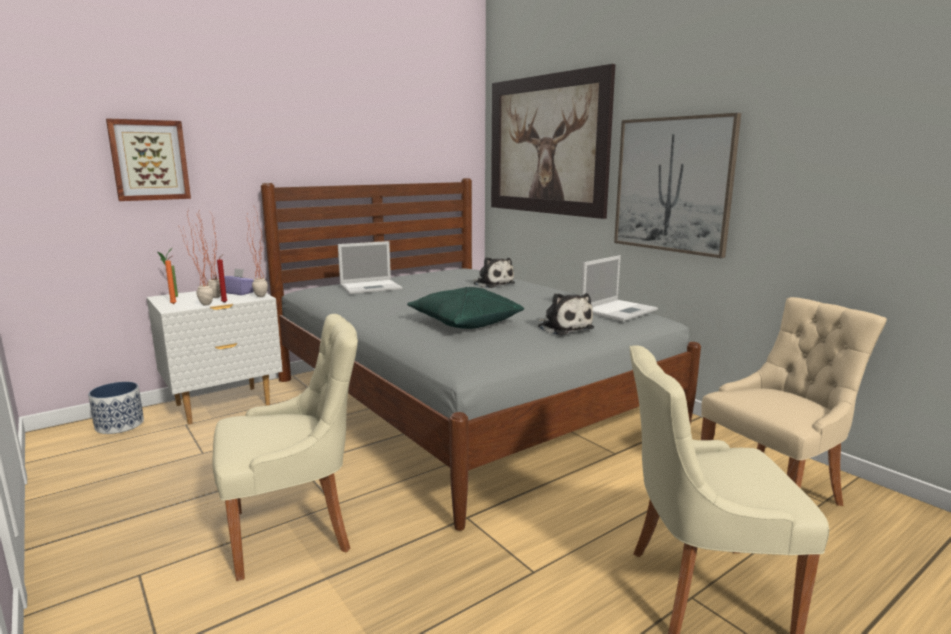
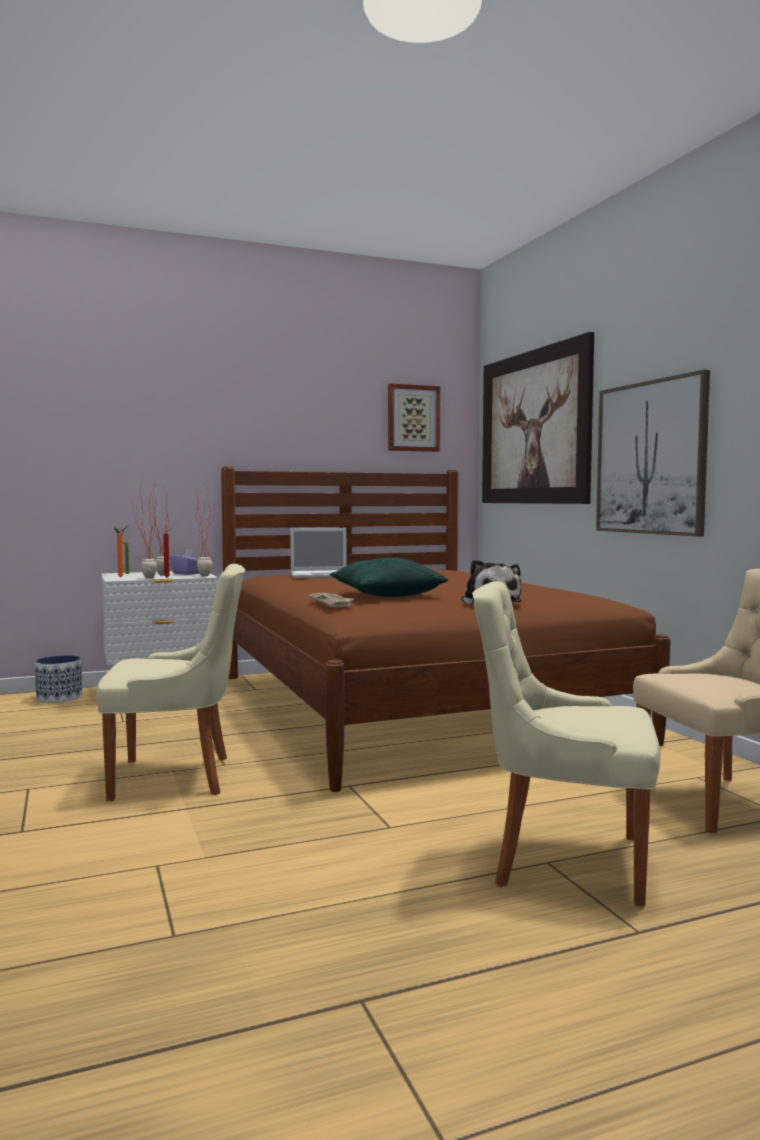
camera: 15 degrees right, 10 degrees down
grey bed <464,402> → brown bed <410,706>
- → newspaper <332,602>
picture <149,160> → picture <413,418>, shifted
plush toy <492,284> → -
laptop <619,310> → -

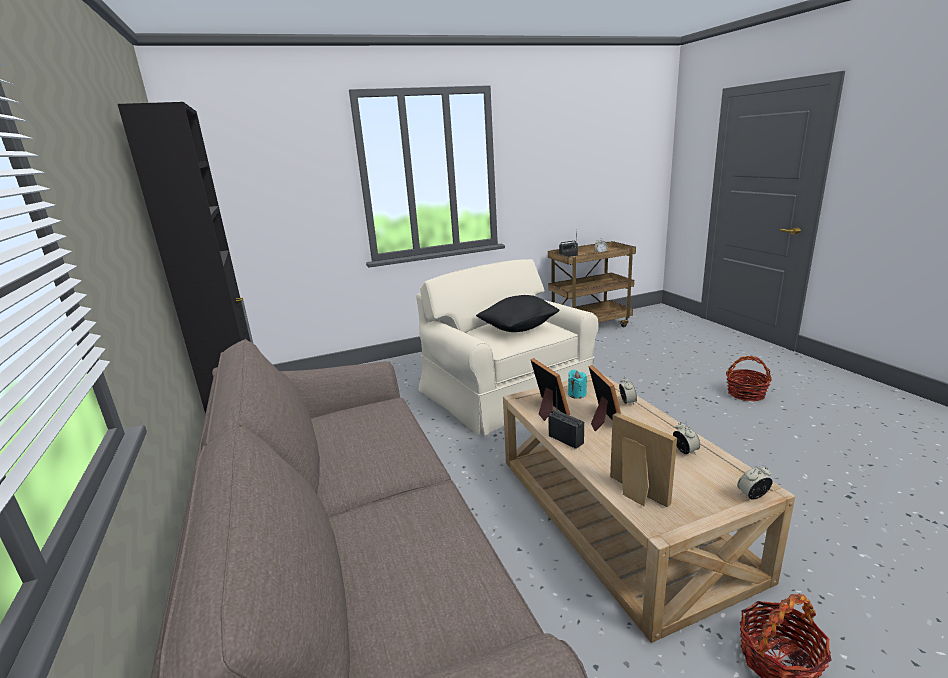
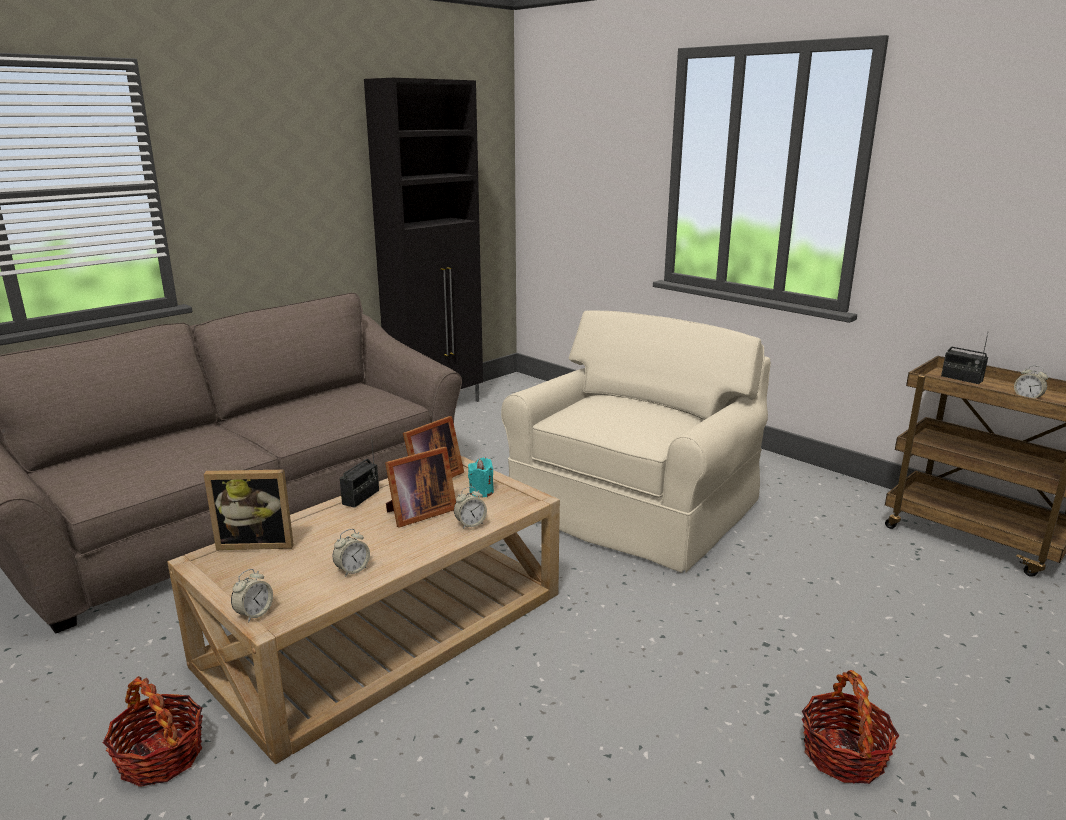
camera: 65 degrees right, 0 degrees up
picture frame <634,493> → picture frame <257,542>, 60 degrees clockwise
alarm clock <752,496> → alarm clock <254,614>, 75 degrees clockwise
black pillow <518,328> → -

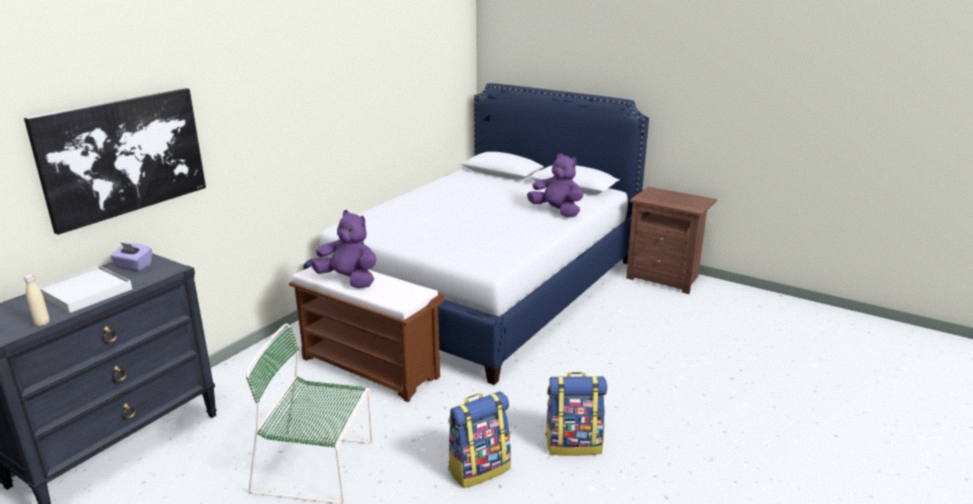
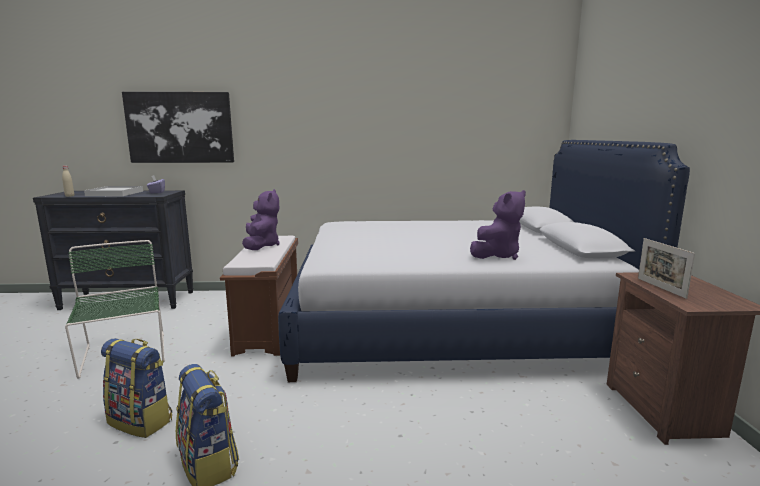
camera: 55 degrees right, 10 degrees down
purple plush toy <557,211> → purple plush toy <497,255>, 45 degrees clockwise
- → picture frame <660,288>

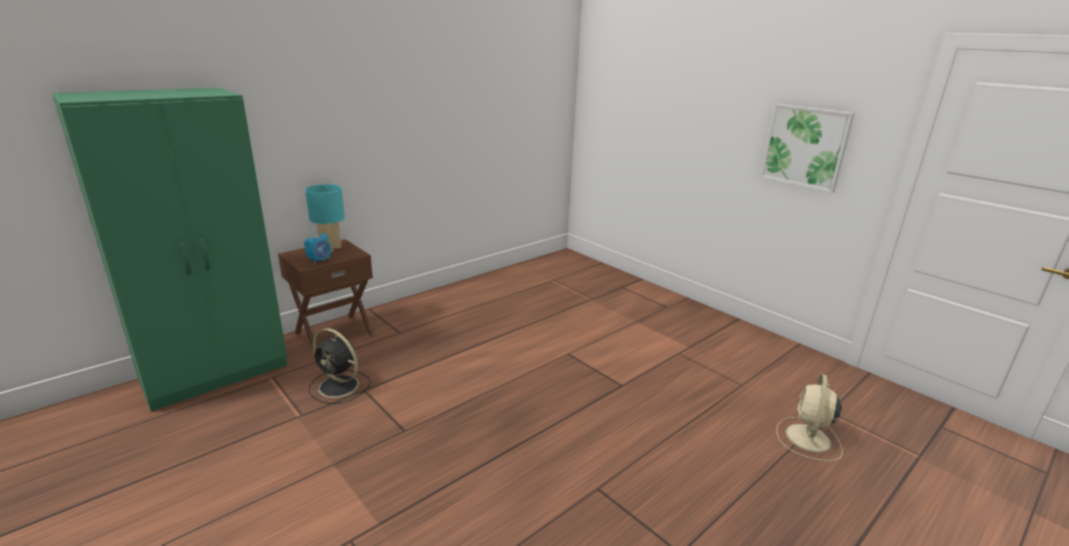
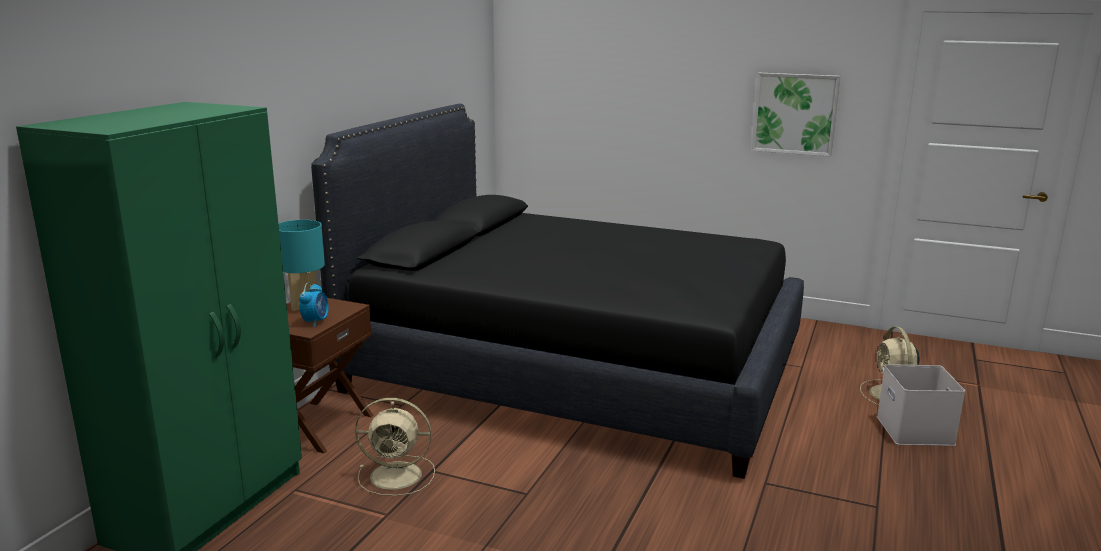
camera: 25 degrees left, 5 degrees down
- → black bed <575,369>
black fan <340,387> → beige fan <398,475>
- → white storage box <916,431>

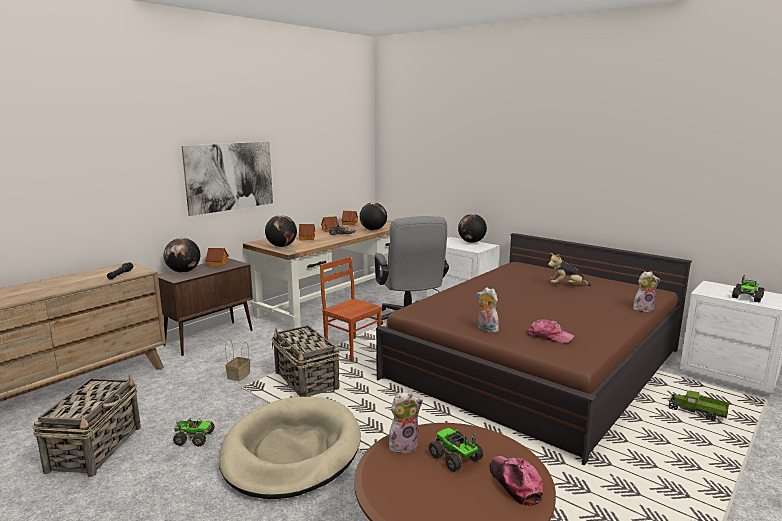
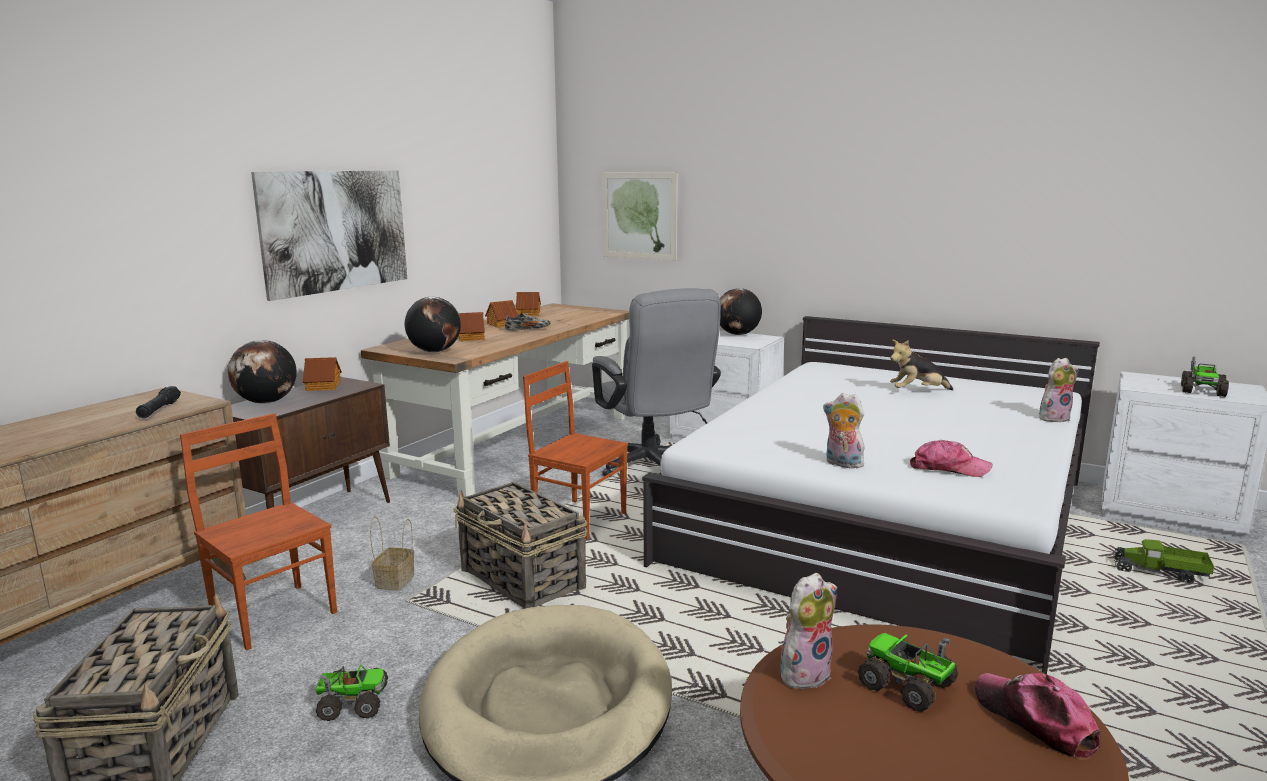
camera: 10 degrees left, 0 degrees up
- → brown chair <275,614>
- → picture <639,215>
brown bed <536,364> → white bed <886,519>
globe <373,230> → -

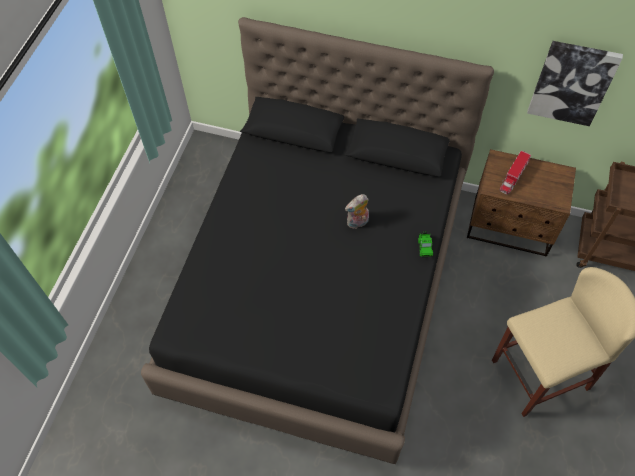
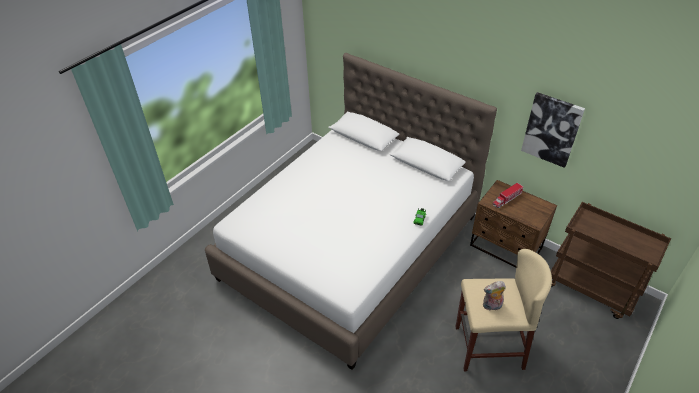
camera: 20 degrees right, 15 degrees down
black bed <319,287> → white bed <351,247>
plush toy <357,223> → plush toy <491,306>, shifted

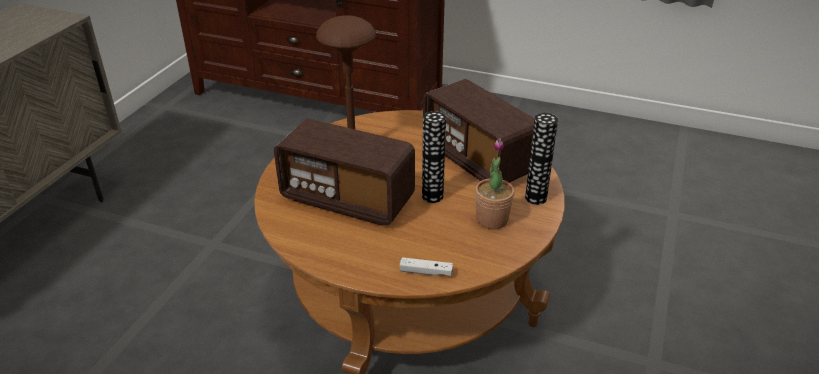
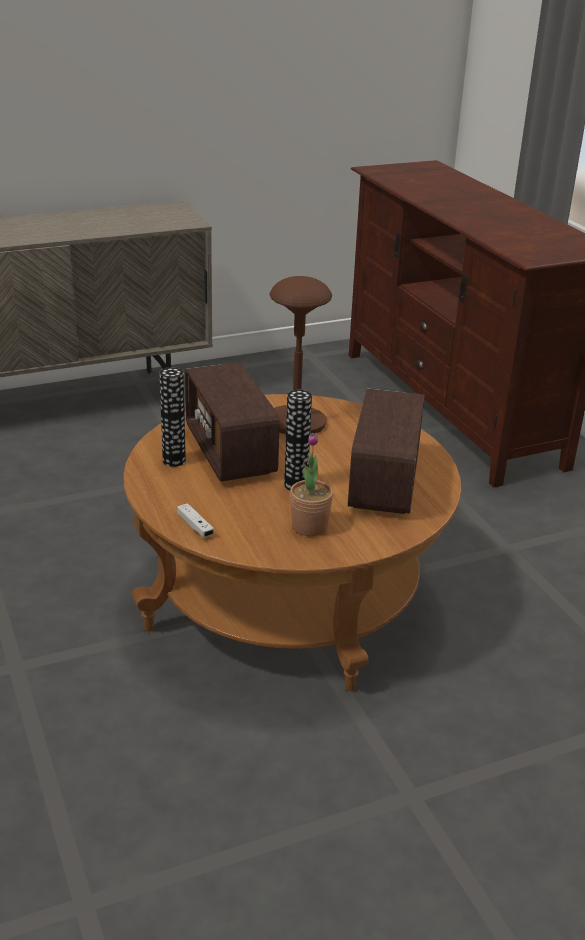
camera: 45 degrees right, 5 degrees down
vase <535,198> → vase <174,460>, shifted

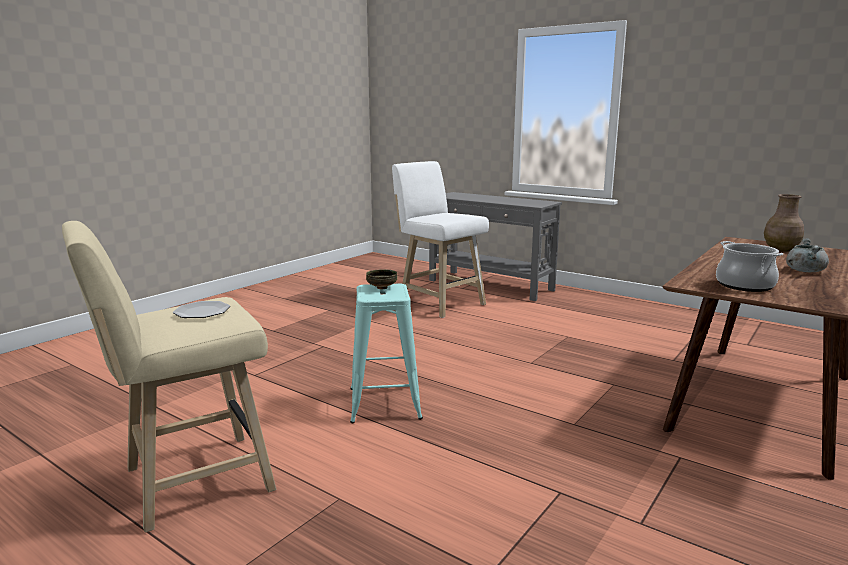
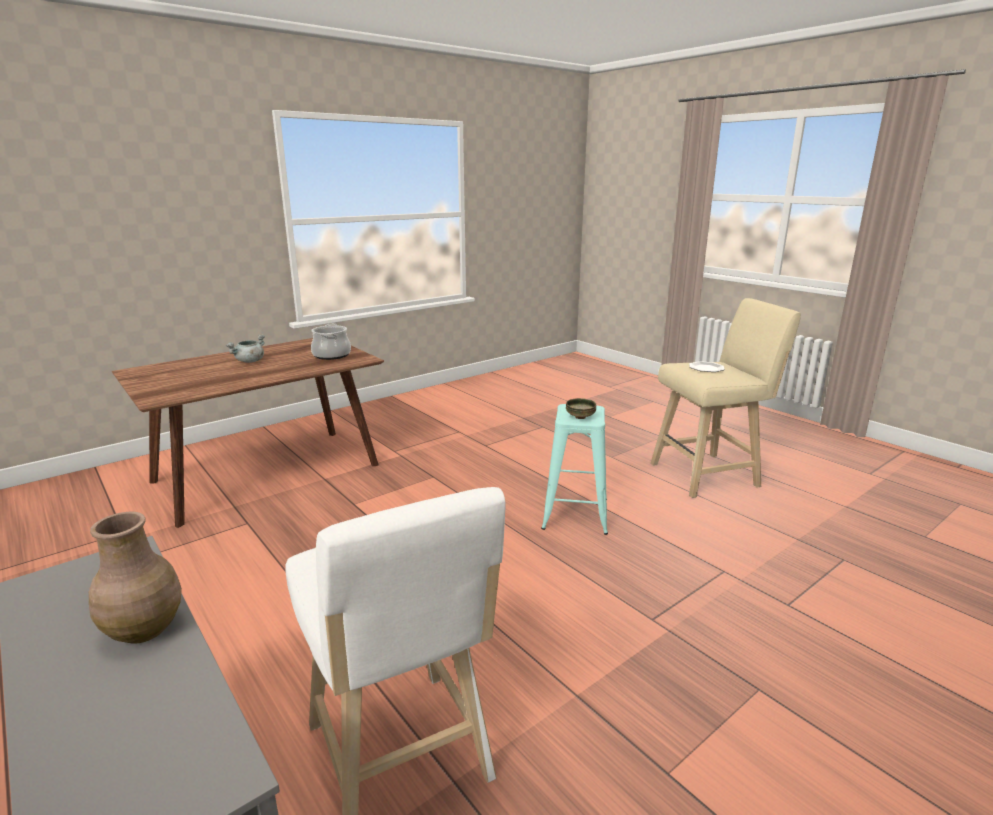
camera: 165 degrees left, 5 degrees up
brown vase <781,249> → brown vase <145,628>, shifted

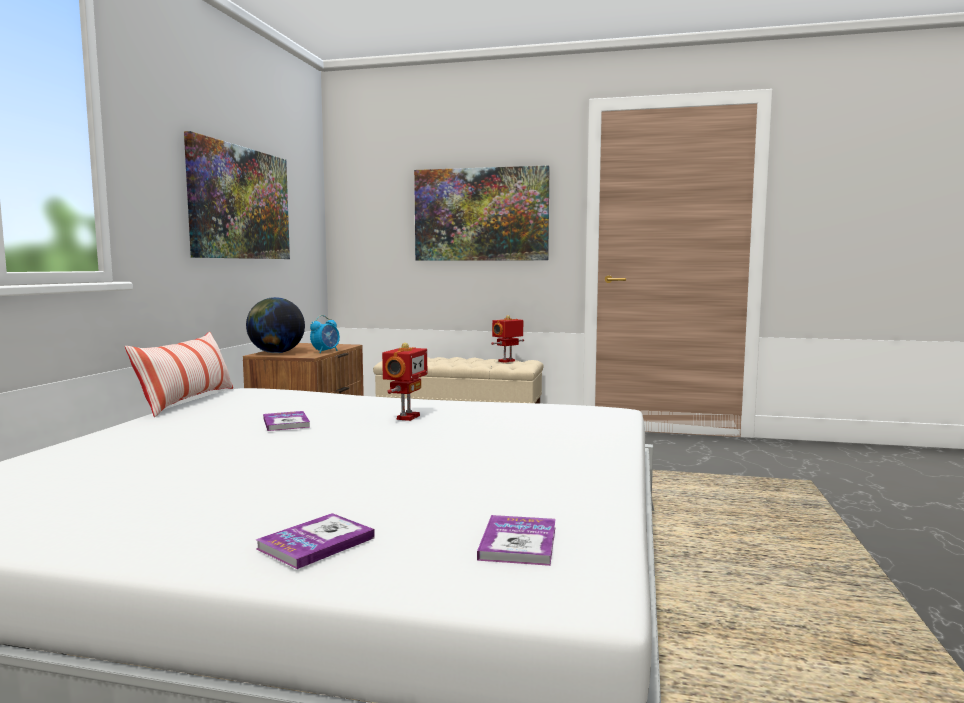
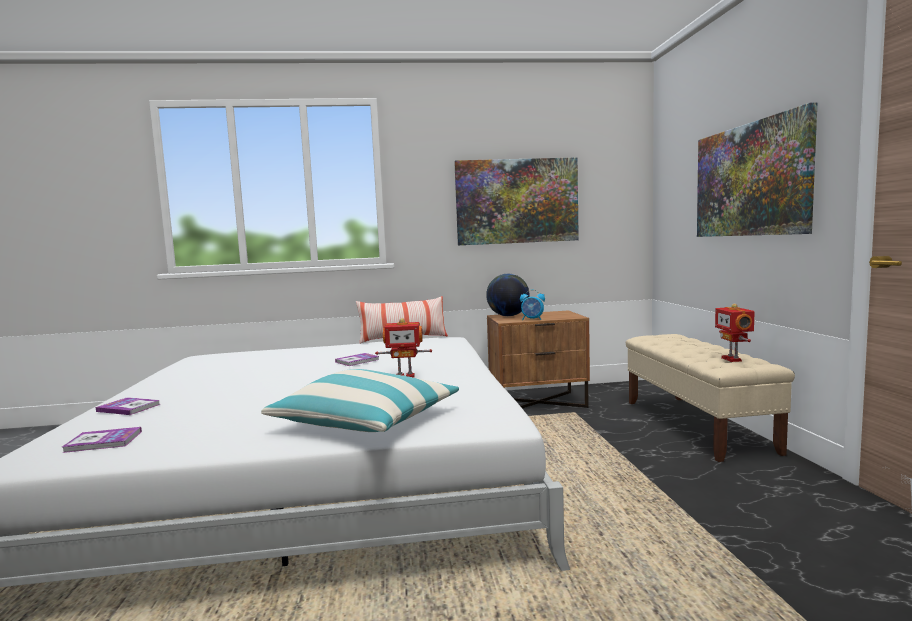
camera: 70 degrees right, 0 degrees up
- → pillow <367,422>
toy robot <507,361> → toy robot <732,359>, 120 degrees counterclockwise

